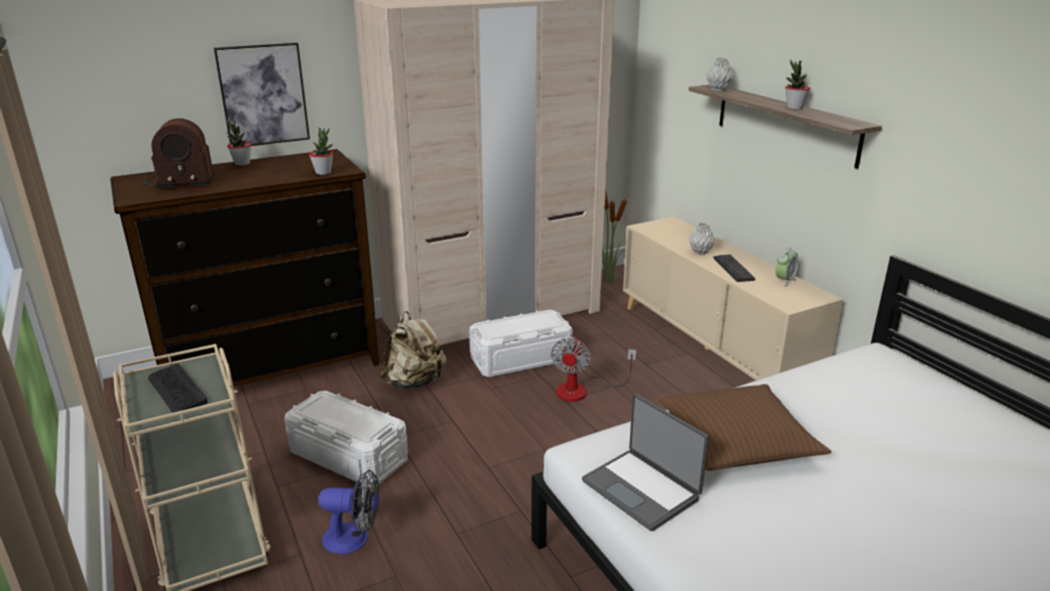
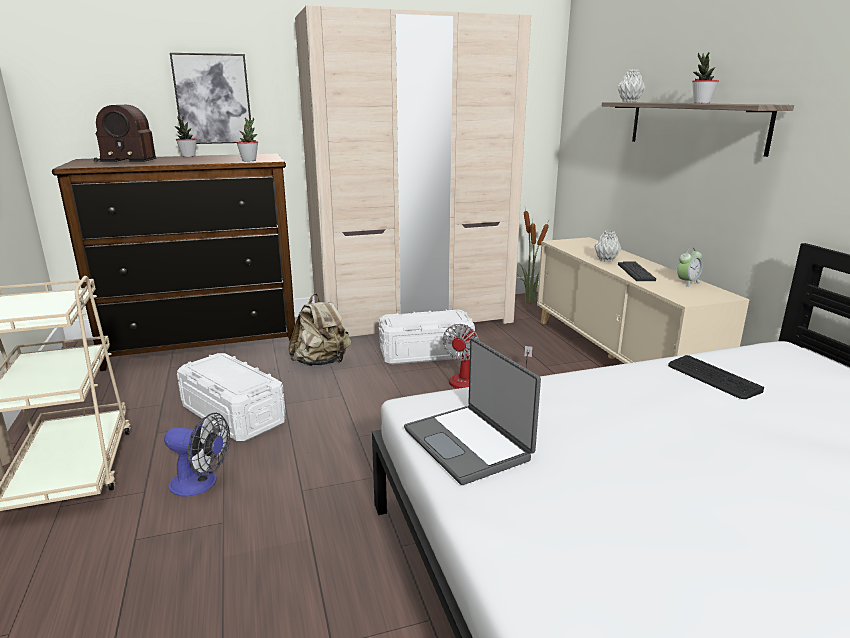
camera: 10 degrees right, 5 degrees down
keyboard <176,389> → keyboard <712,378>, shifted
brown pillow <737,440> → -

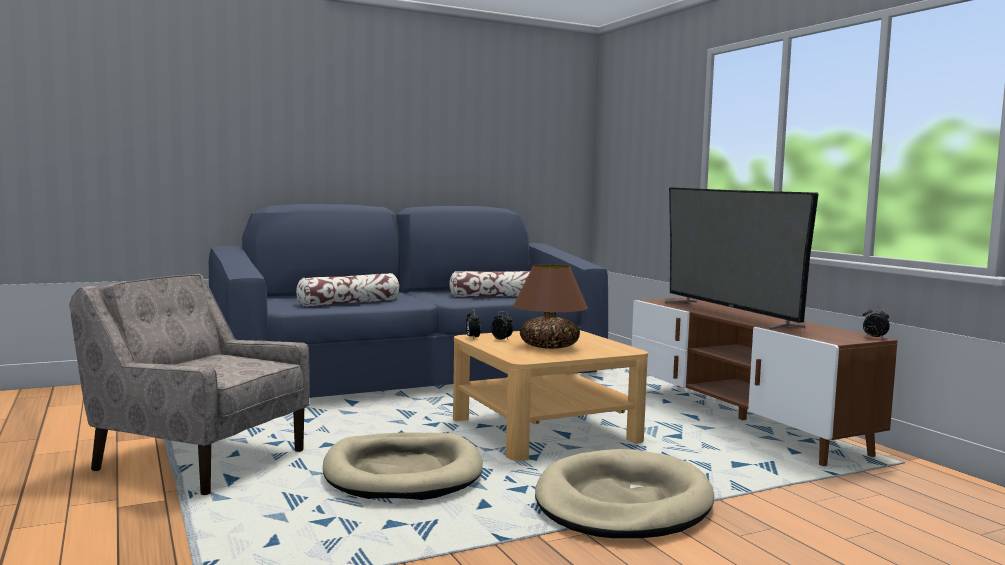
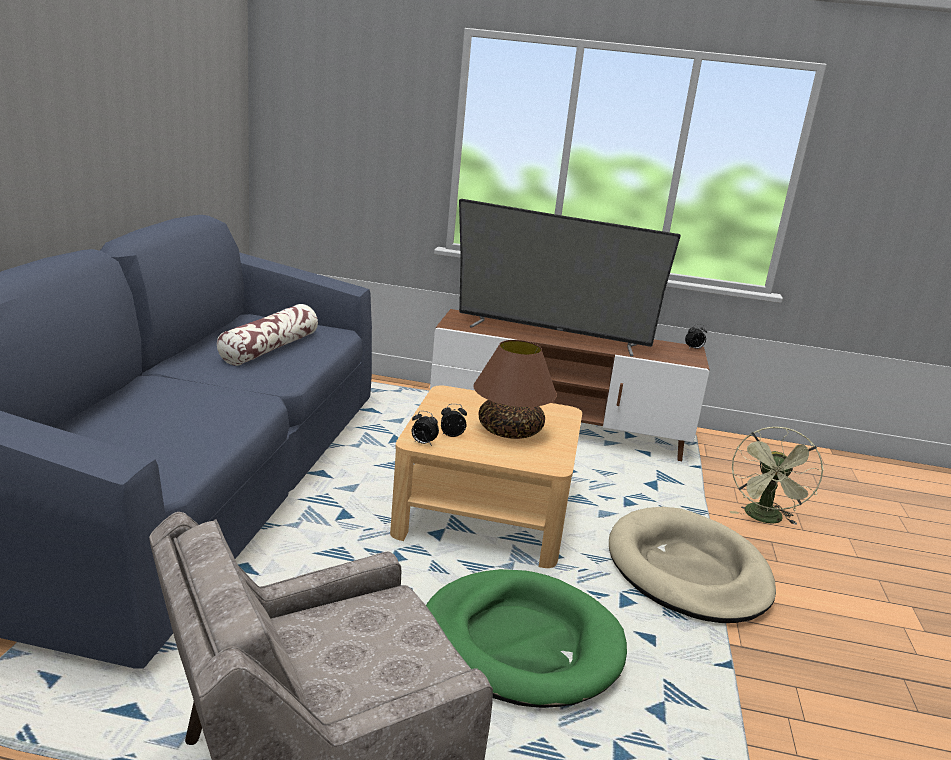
camera: 55 degrees left, 15 degrees up
beige dog bed <403,473> → green dog bed <521,643>
- → green fan <764,519>
pillow <349,303> → -

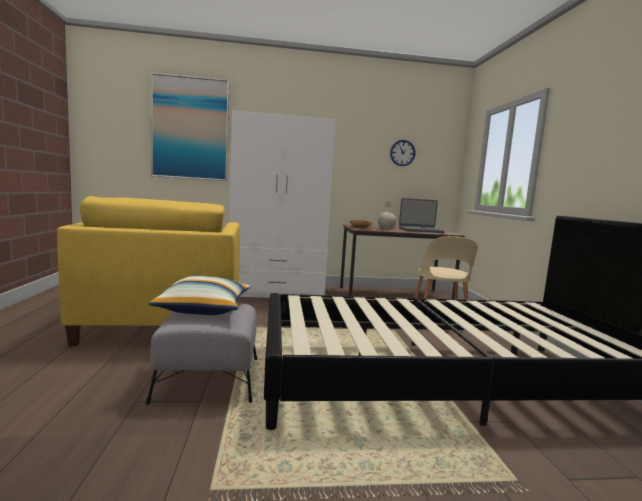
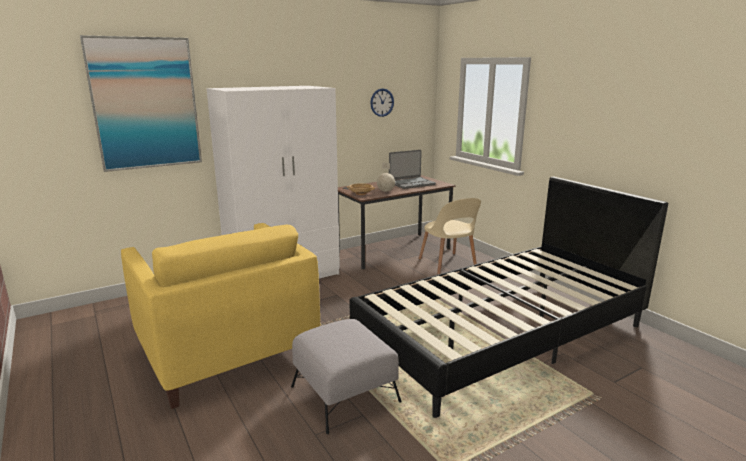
camera: 25 degrees left, 10 degrees up
pillow <204,309> → -

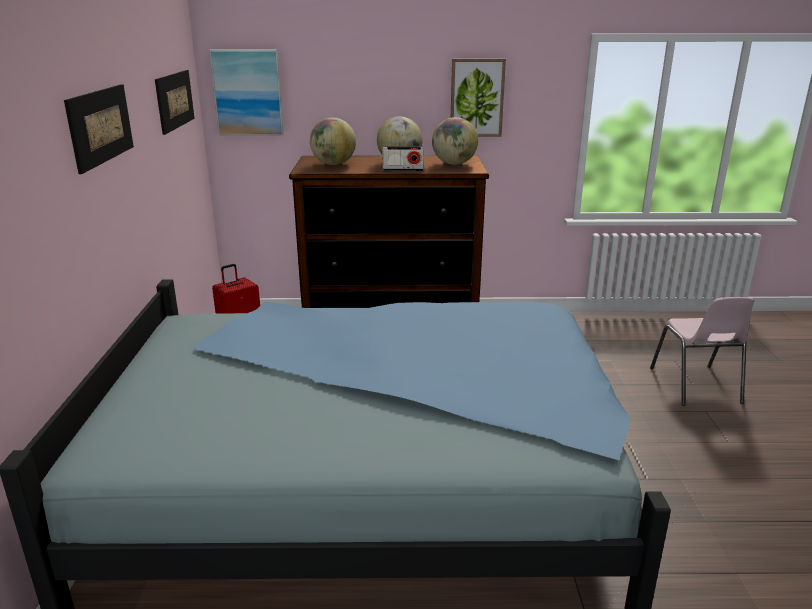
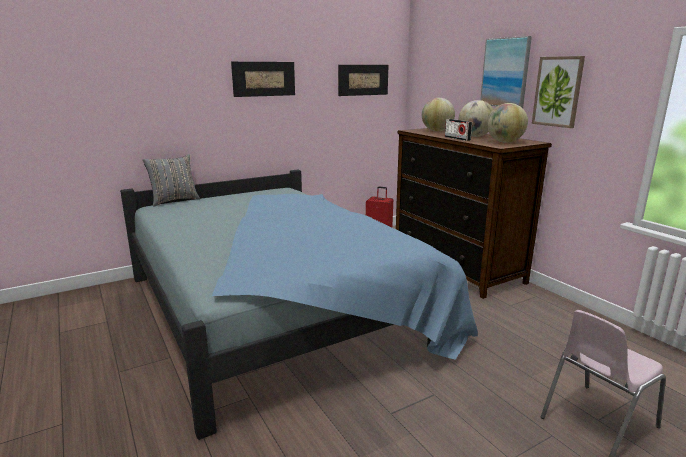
camera: 60 degrees right, 5 degrees down
- → grey pillow <174,200>
picture <248,92> → picture <505,72>, shifted

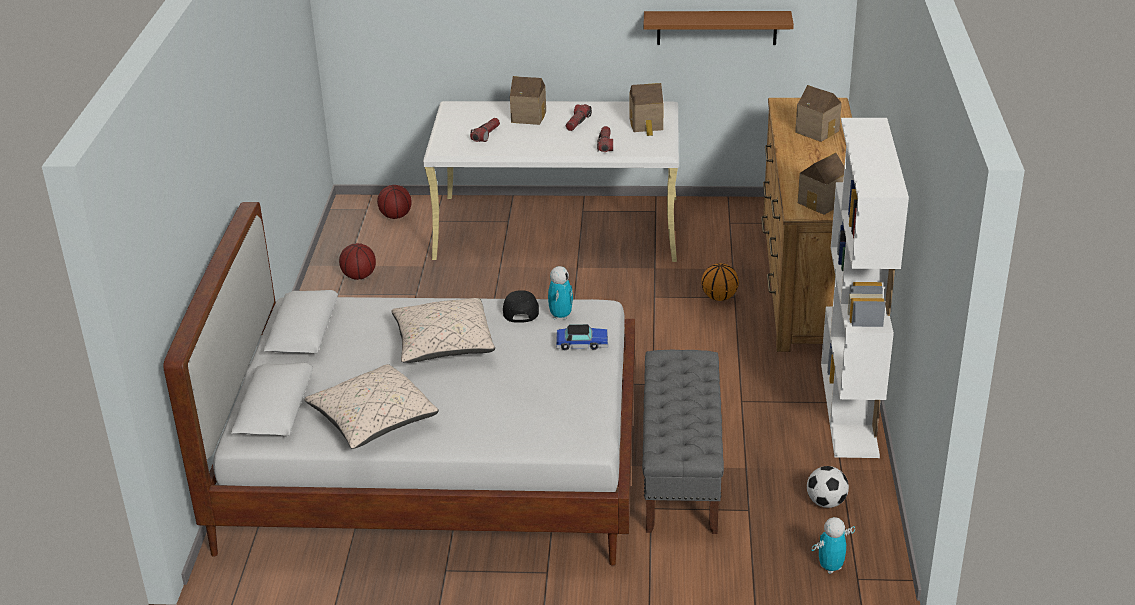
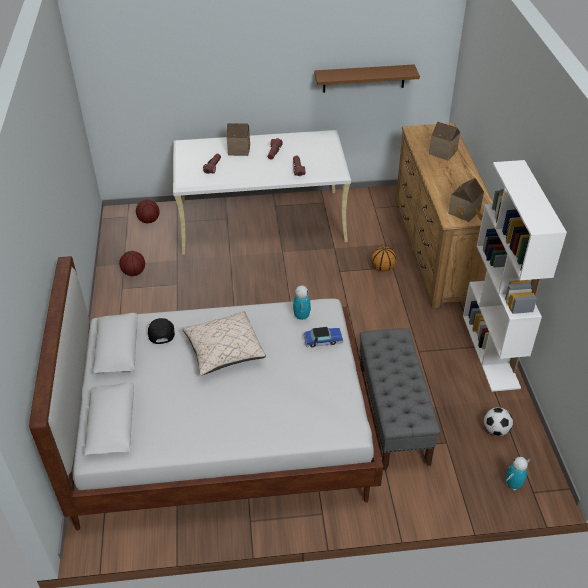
camera: 10 degrees left, 10 degrees up
black cap <520,310> → black cap <160,332>, shifted
beige pillow <373,421> → -
toy house <646,125> → -

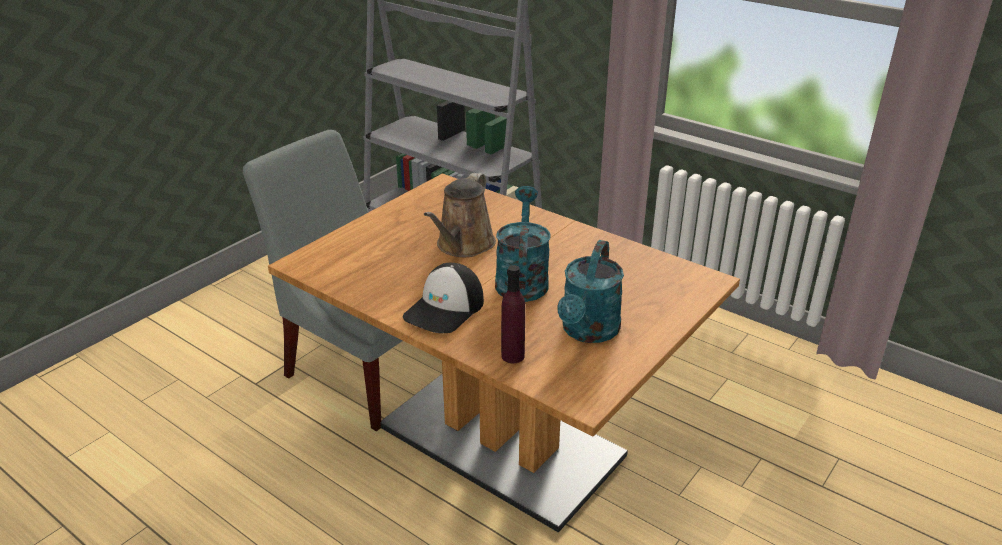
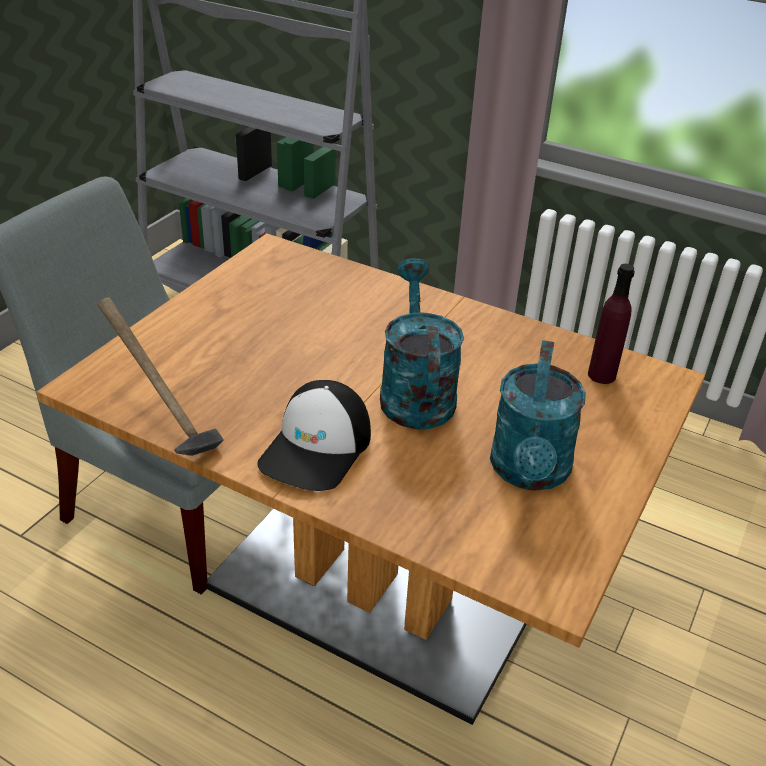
camera: 10 degrees left, 5 degrees up
- → hammer <162,426>
purple bottle <512,356> → purple bottle <601,375>, shifted
brown watering can <463,246> → -

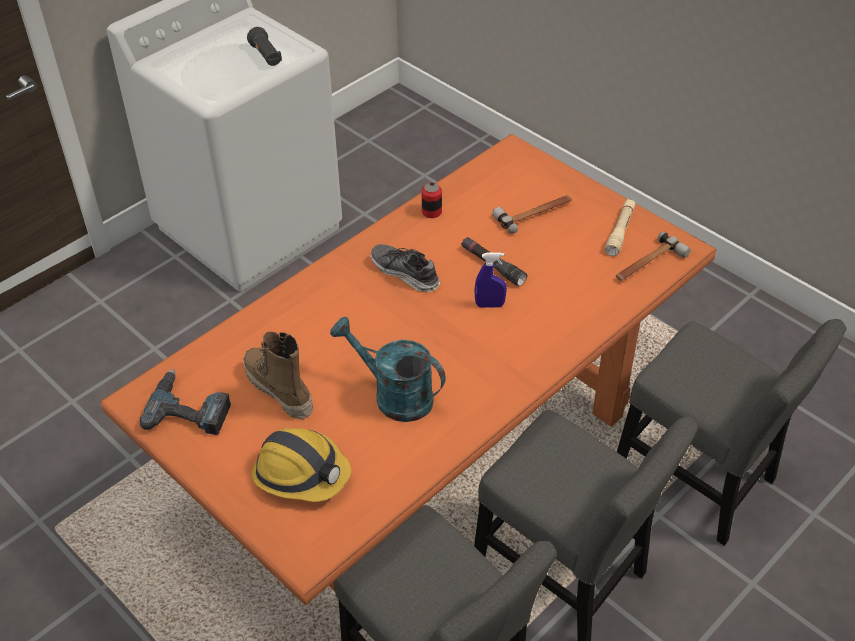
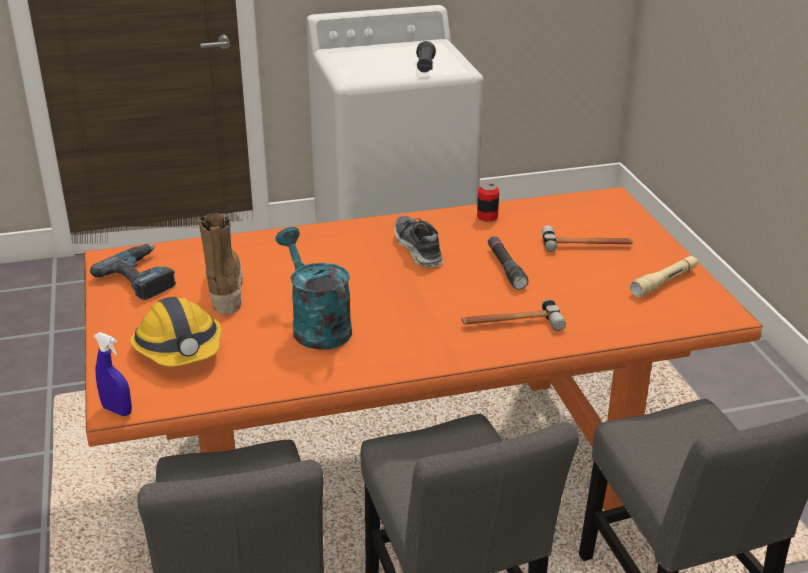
camera: 30 degrees right, 15 degrees down
blue spray bottle <489,305> → blue spray bottle <117,410>, shifted
hammer <648,264> → hammer <511,323>, shifted

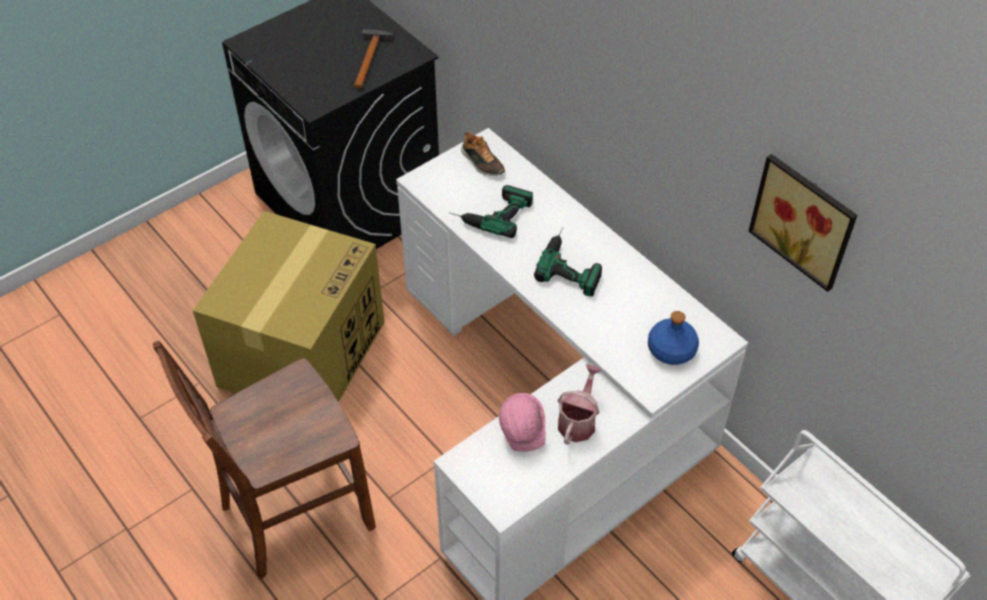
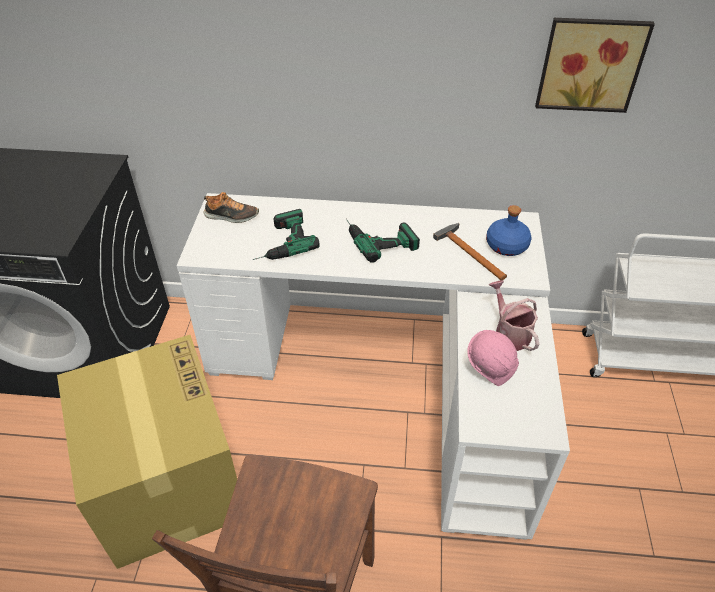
camera: 45 degrees left, 5 degrees down
hammer <370,58> → hammer <469,252>, shifted

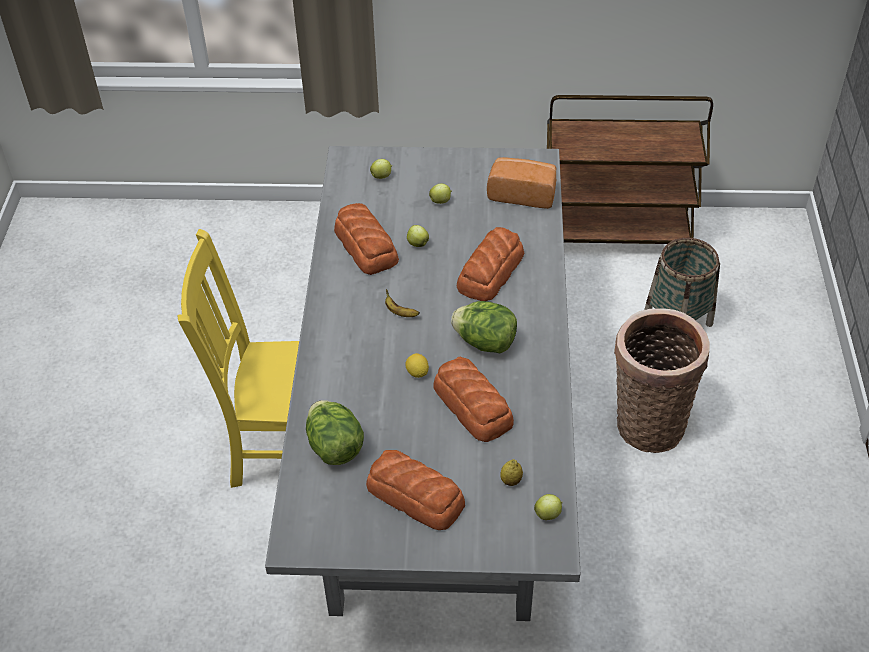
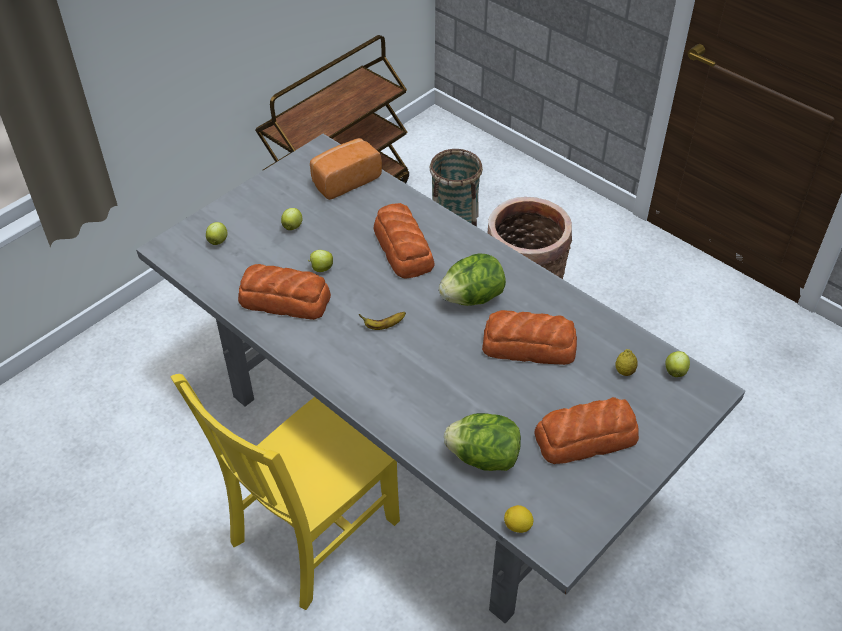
camera: 50 degrees left, 0 degrees up
lemon <417,373> → lemon <517,526>, shifted

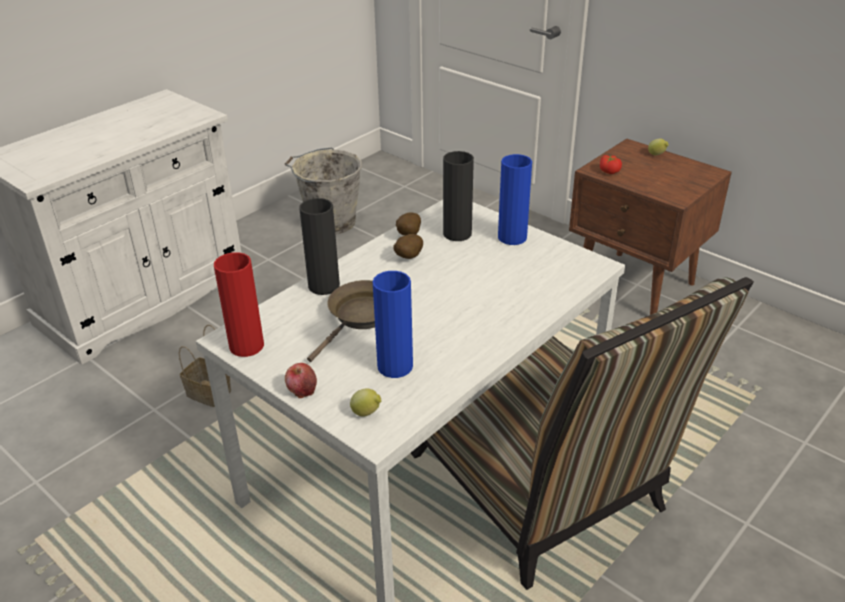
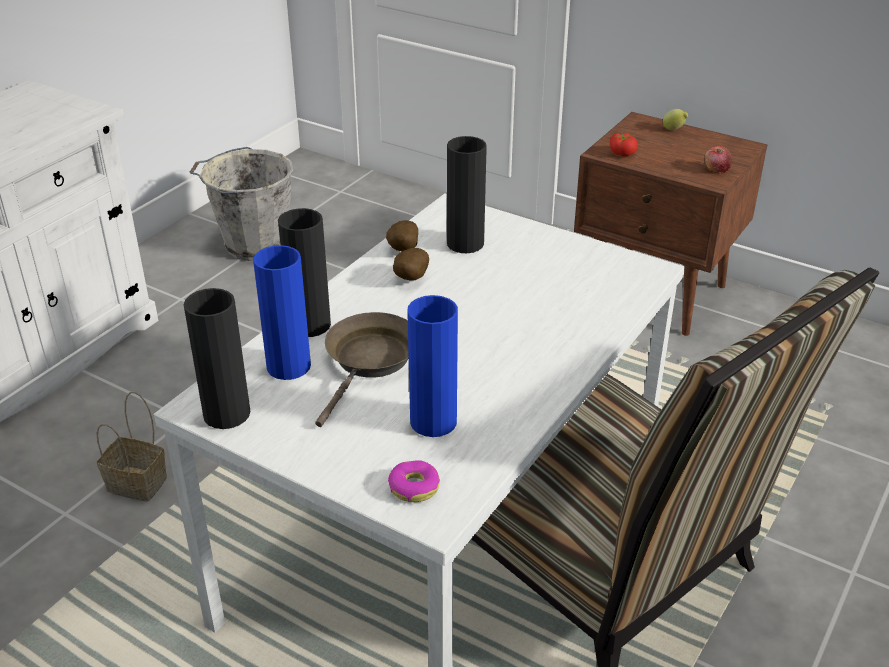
camera: 10 degrees left, 0 degrees up
red vase <246,346> → black vase <227,414>
blue vase <512,237> → blue vase <288,366>, shifted
lemon <367,413> → donut <414,487>
apple <302,390> → apple <716,170>, shifted

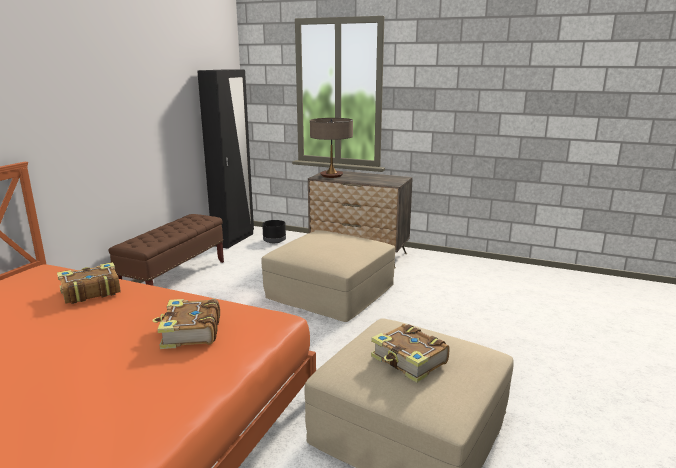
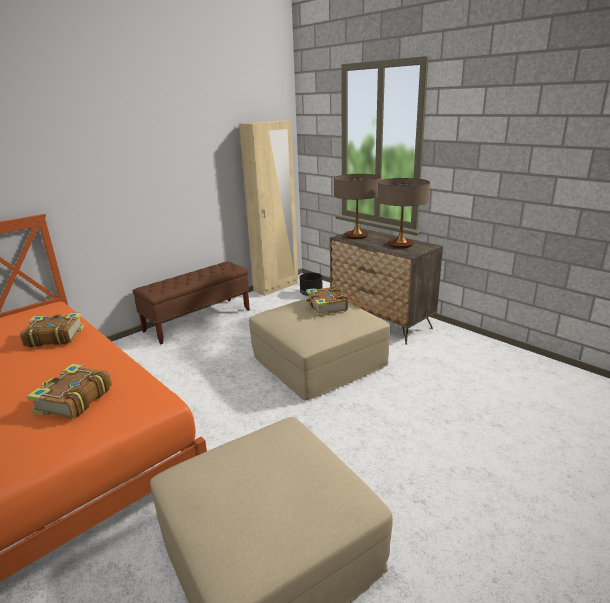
camera: 25 degrees right, 5 degrees up
black wardrobe <234,240> → beige wardrobe <276,287>
book <409,361> → book <326,307>, shifted
- → table lamp <400,245>

